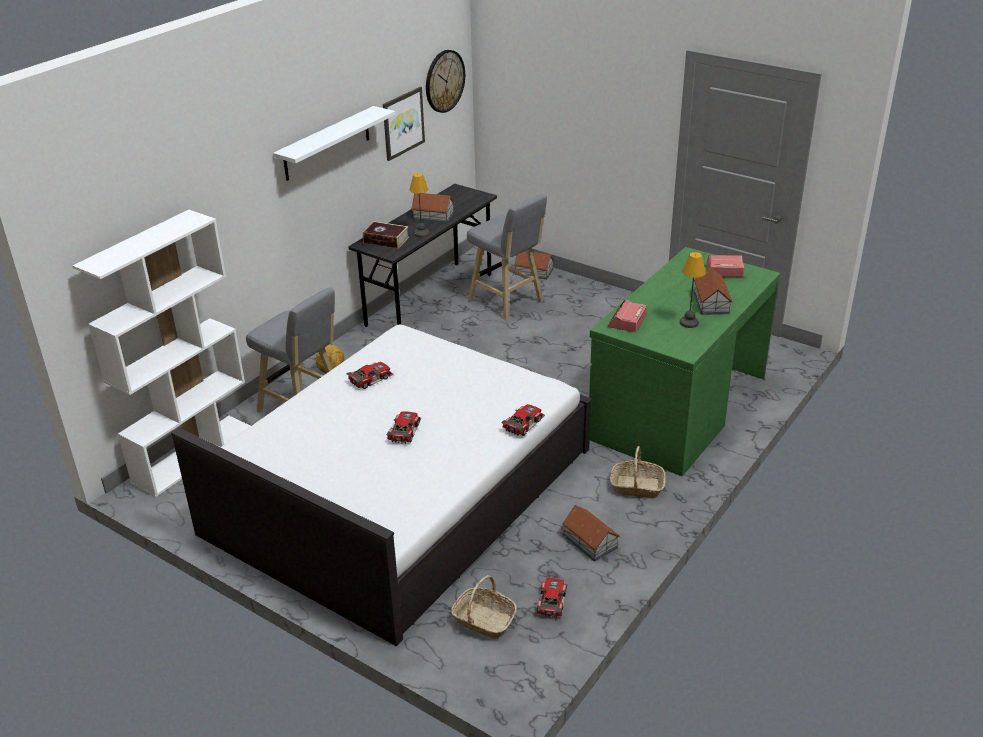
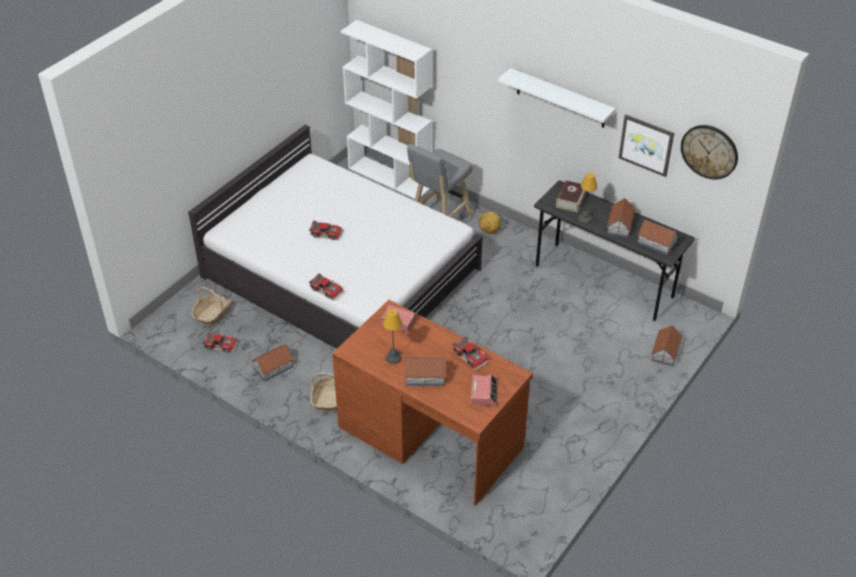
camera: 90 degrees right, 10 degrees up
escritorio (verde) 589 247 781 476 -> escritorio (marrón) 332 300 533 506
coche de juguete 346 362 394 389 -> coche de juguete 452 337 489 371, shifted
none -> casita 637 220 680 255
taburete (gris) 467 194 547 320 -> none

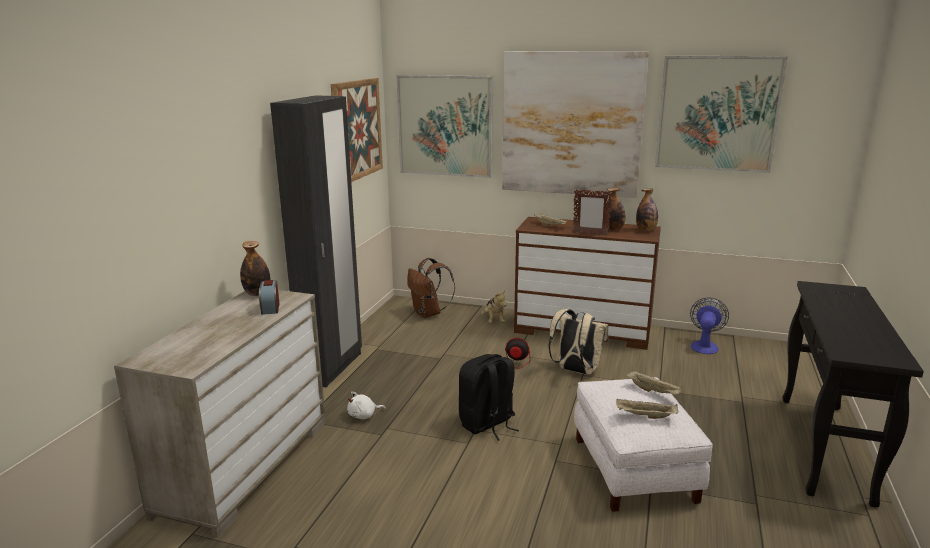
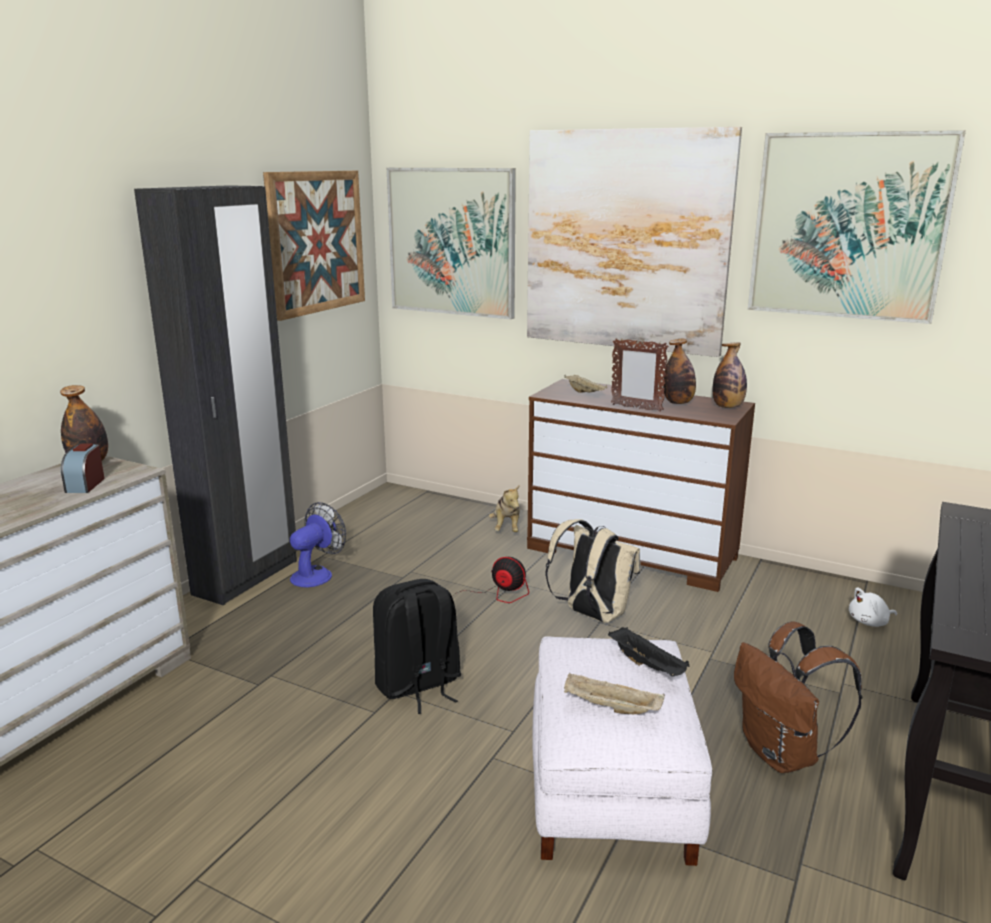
camera: 10 degrees right, 0 degrees up
ventilador 690 298 729 354 -> ventilador 290 502 346 588, shifted
bandeja (beis) 626 370 682 395 -> bandeja (negro) 608 627 689 677
mochila (marrón) 407 258 455 318 -> mochila (marrón) 734 621 862 773, shifted
peluche (blanco) 347 392 386 419 -> peluche (blanco) 849 588 897 627, shifted

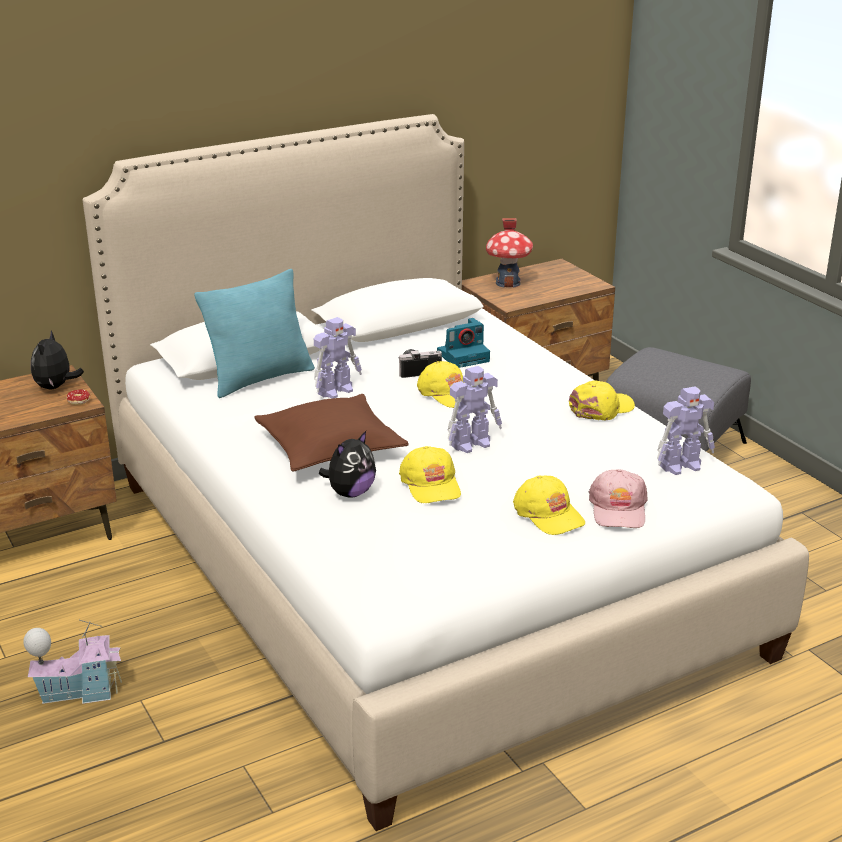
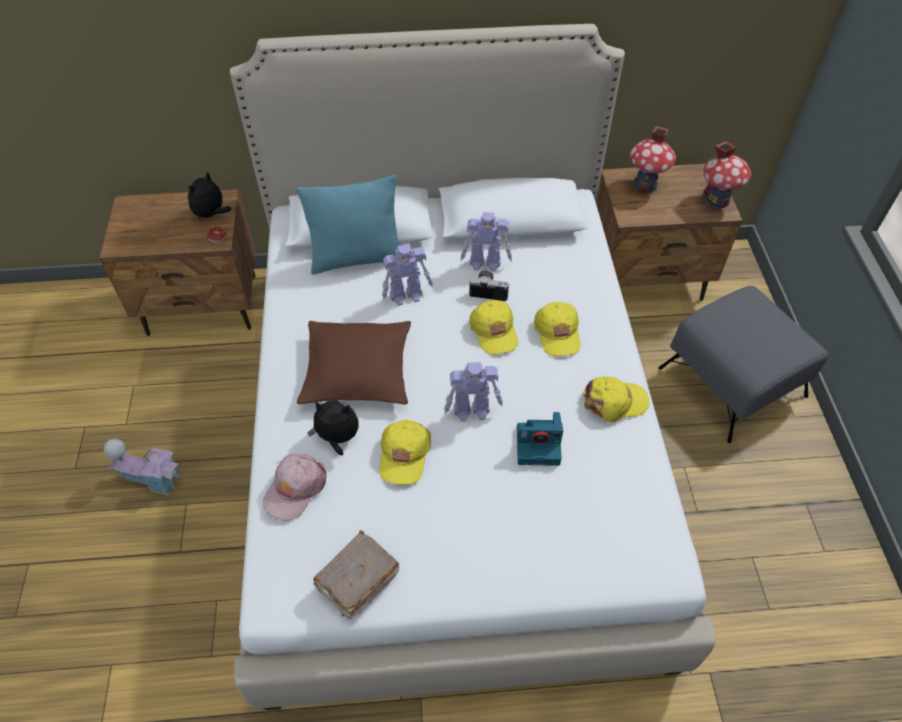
camera: 25 degrees right, 25 degrees up
gorra (rosa) 589 469 647 528 -> gorra (rosa) 262 454 327 521, shifted
peluche 319 431 376 498 -> peluche 307 400 359 456, 150 degrees counterclockwise
none -> libro (marrón) 313 530 400 620
robot de juguete 657 386 715 475 -> robot de juguete 461 212 512 272, shifted
cámara 437 318 490 368 -> cámara 517 412 563 466, shifted
gorra (amarillo) 513 475 585 535 -> gorra (amarillo) 534 302 580 356, shifted
none -> casita 703 141 751 209

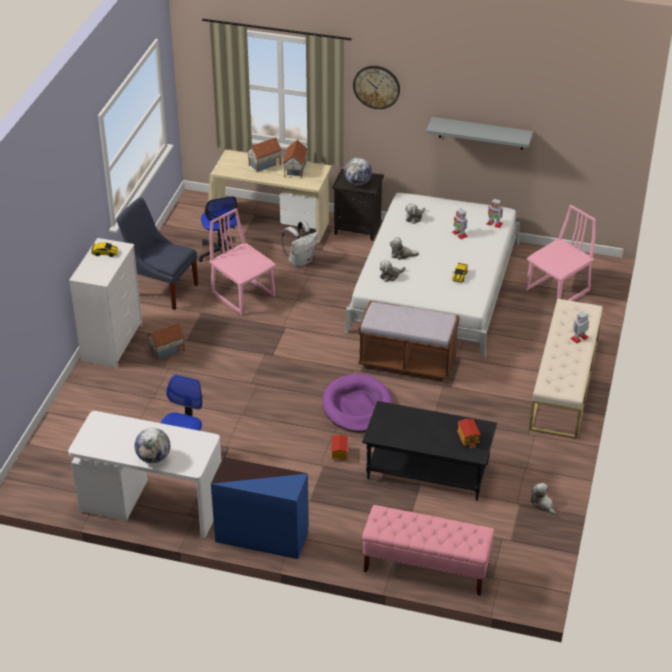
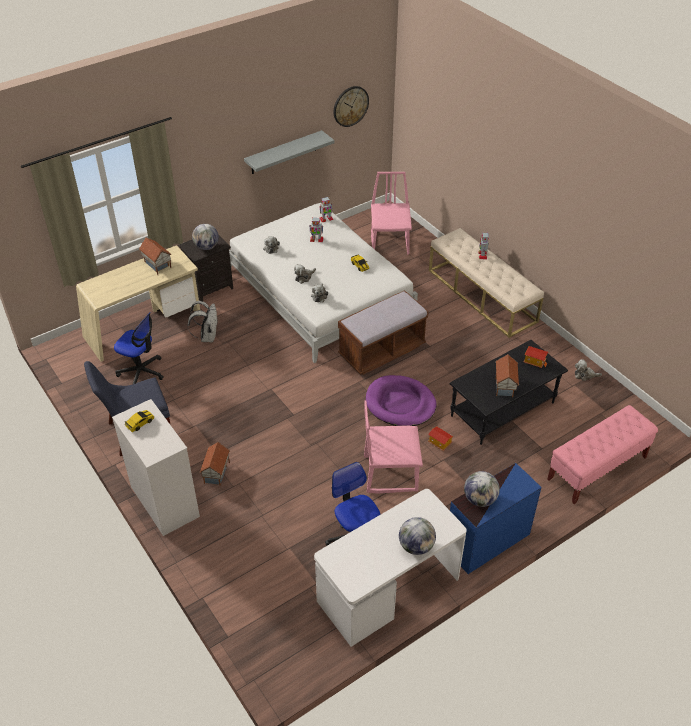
camera: 50 degrees left, 5 degrees up
reloj de pared 353 66 400 109 -> reloj de pared 334 86 369 127, shifted
silla (rosa) 209 208 276 315 -> silla (rosa) 364 400 423 494, shifted
none -> globo terráqueo 464 471 500 507
casita 246 137 282 172 -> casita 495 354 519 397, shifted

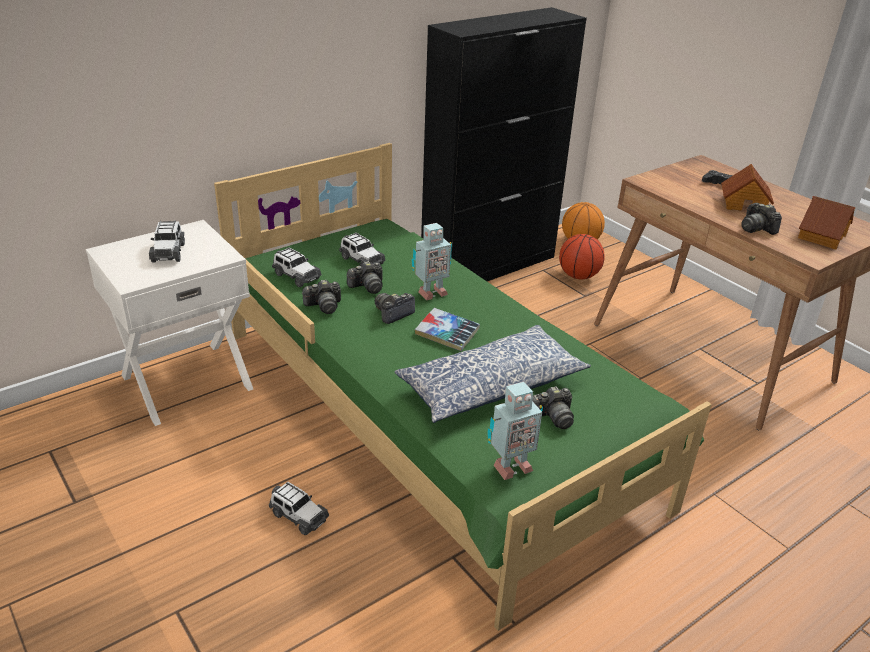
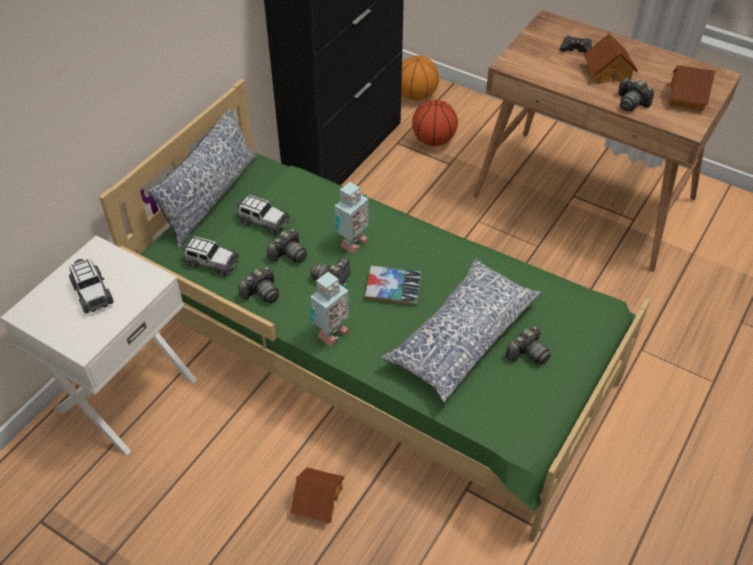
camera: 20 degrees left, 15 degrees up
none -> cojín 148 109 257 249
coche de juguete 269 482 329 535 -> casita 291 468 344 523
robot de juguete 488 382 543 480 -> robot de juguete 310 272 350 347, shifted

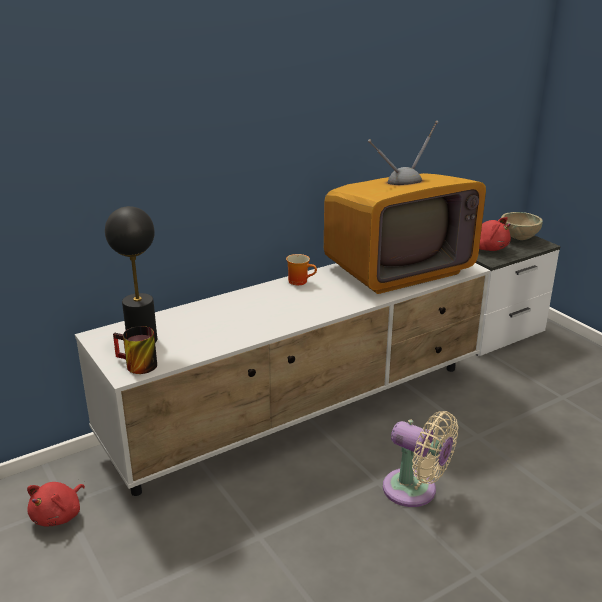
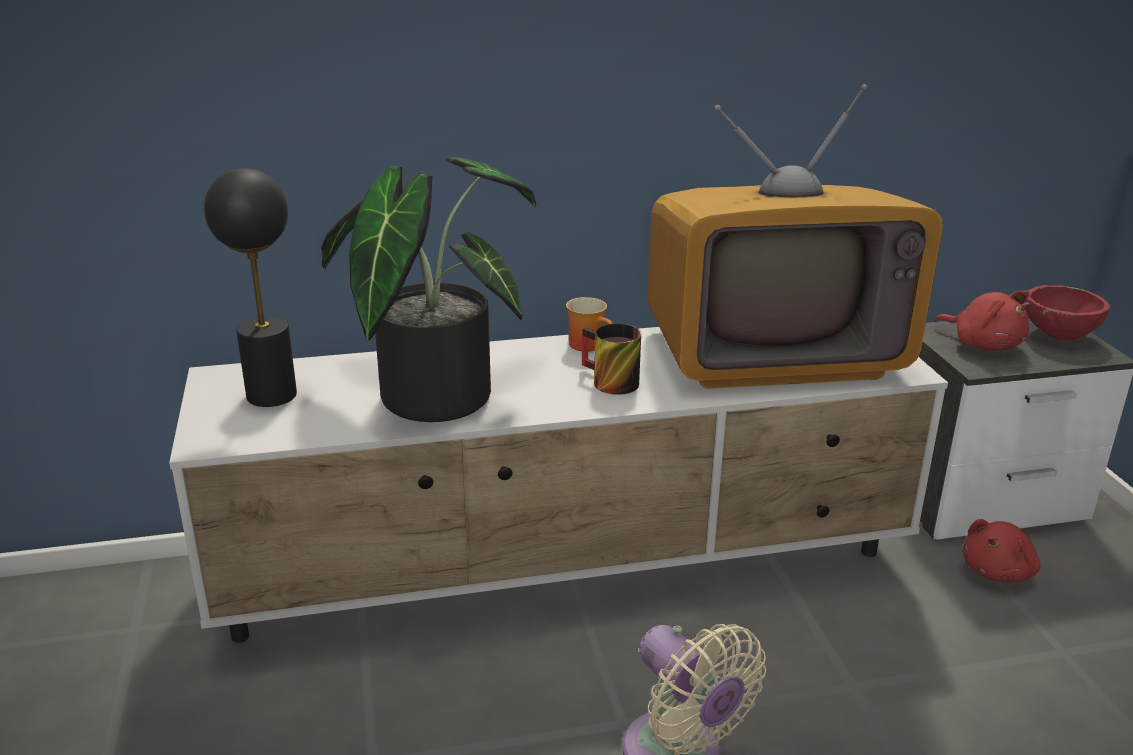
camera: 20 degrees right, 0 degrees up
none -> planta en maceta 321 157 536 422
taza grande 113 326 157 374 -> taza grande 582 323 641 395, shifted
peluche (rojo) 27 482 85 527 -> peluche (rojo) 962 519 1041 583, shifted
cuenco (beis) 501 212 543 240 -> cuenco (rojo) 1025 285 1110 340

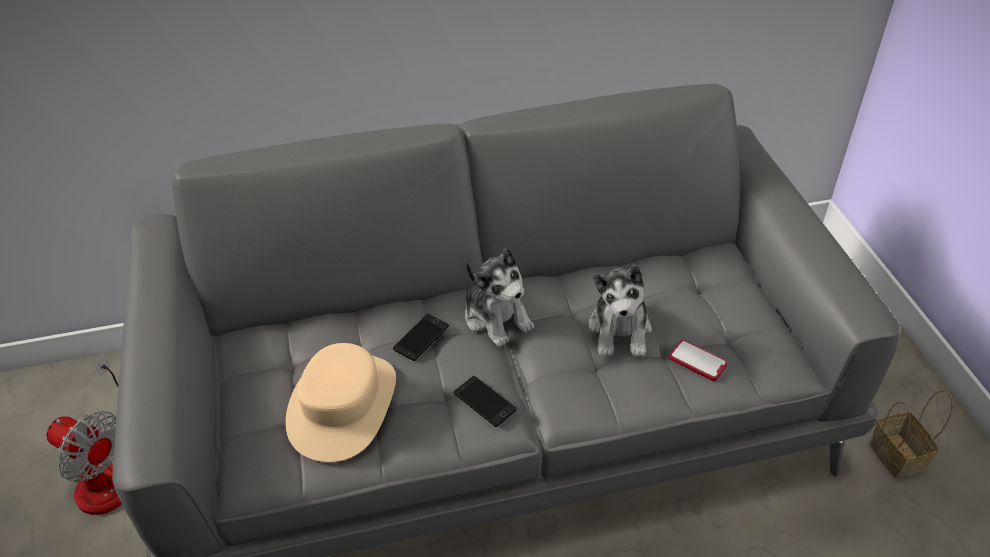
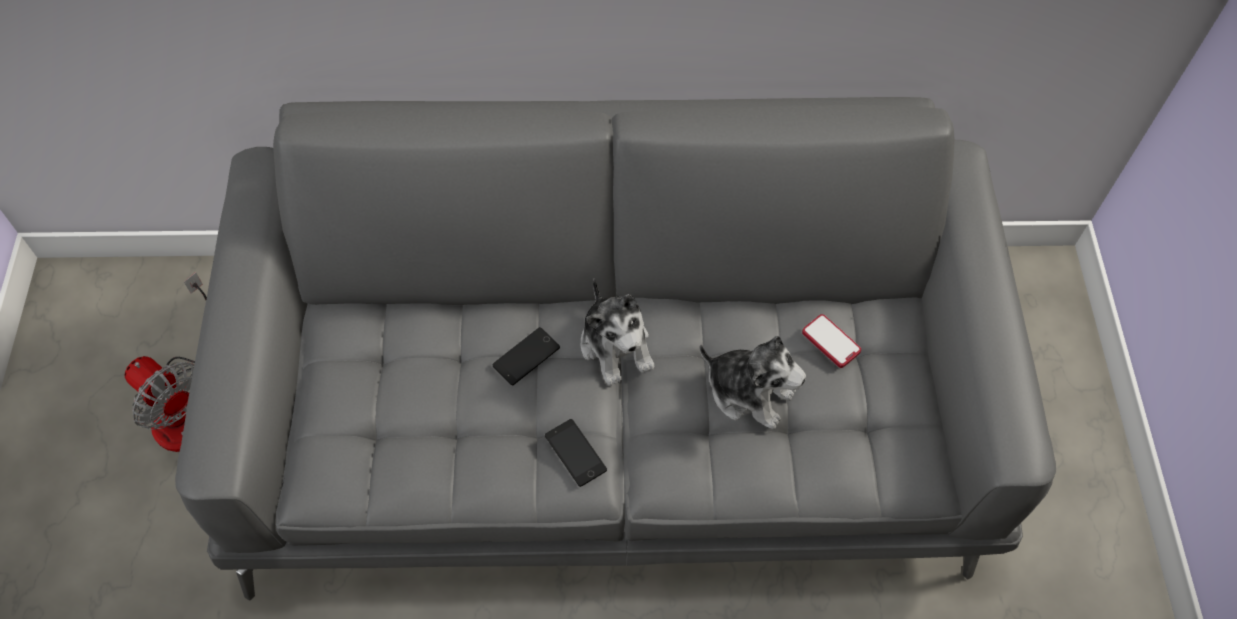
camera: 10 degrees right, 15 degrees up
peluche 588 264 652 357 -> peluche 699 336 806 430, 75 degrees counterclockwise
móvil 669 340 727 381 -> móvil 802 314 861 368, shifted
sombrero (beis) 285 343 396 463 -> none
cesta 870 390 953 479 -> none

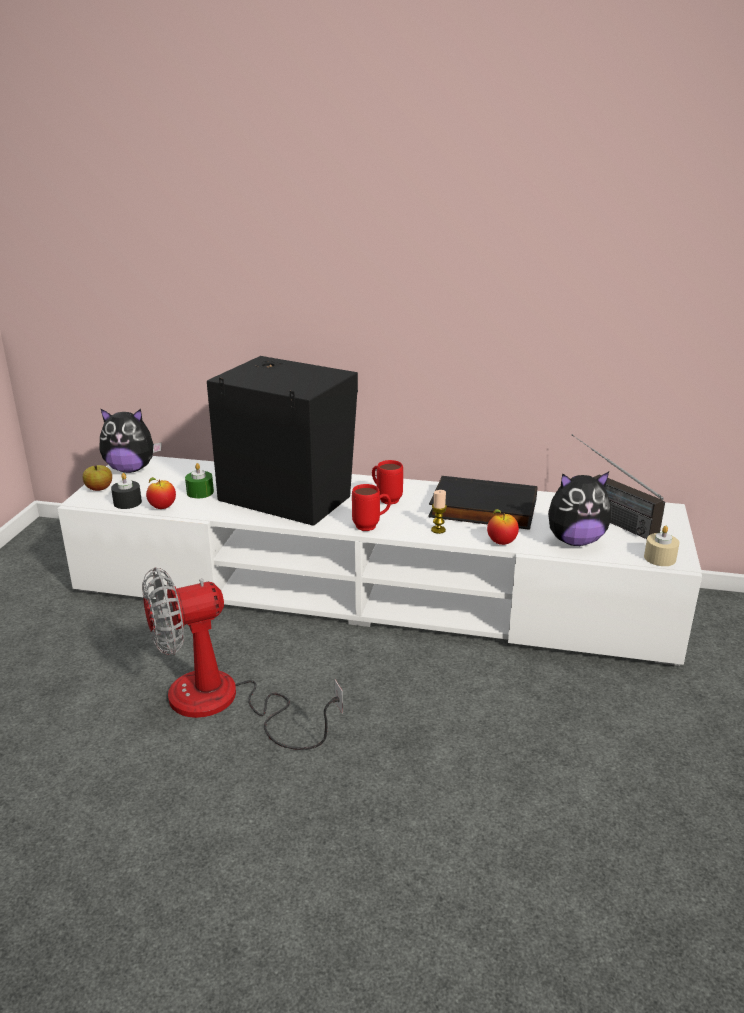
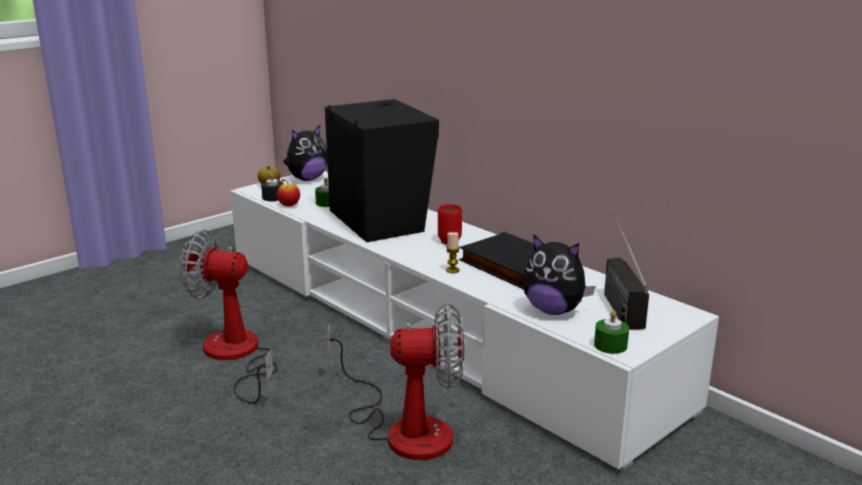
camera: 35 degrees right, 5 degrees down
peluche 100 408 162 473 -> peluche 283 125 327 181, 75 degrees counterclockwise
none -> ventilador 328 303 464 460
vela (beis) 644 526 679 566 -> vela (verde) 594 310 629 354
taza grande (rojo) 352 484 391 531 -> none
manzana 487 509 519 545 -> none

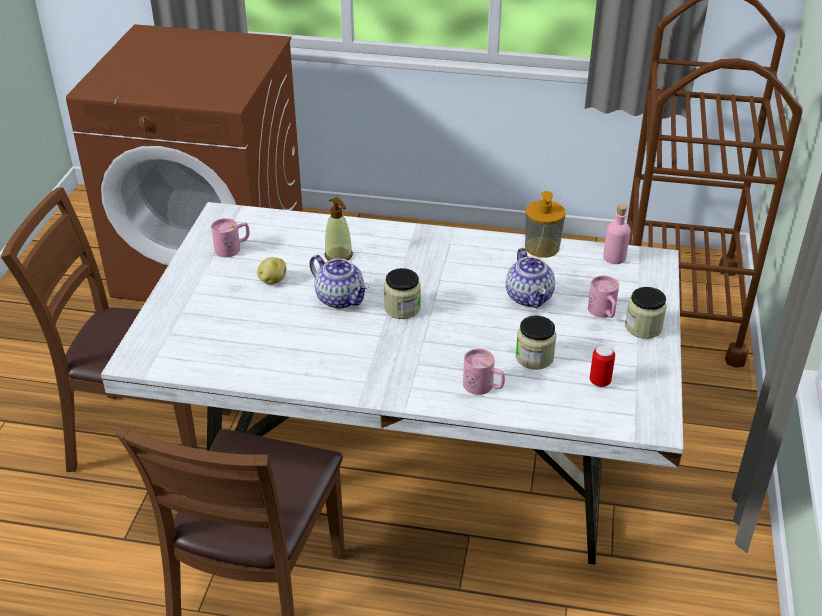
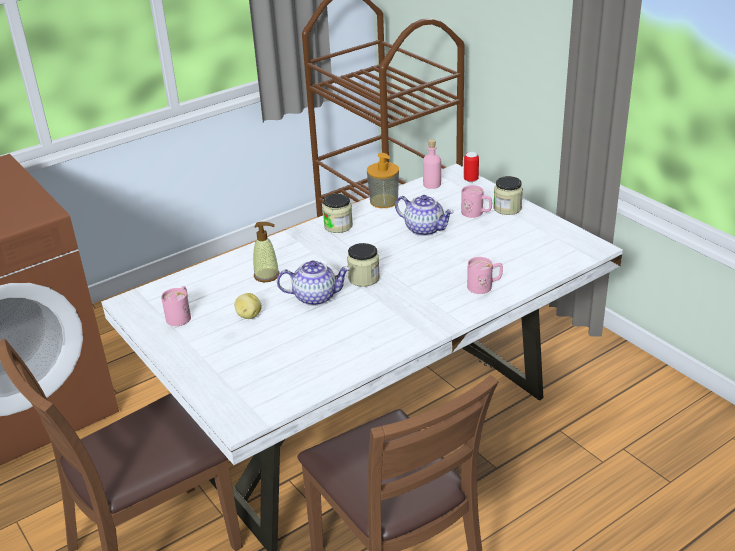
camera: 45 degrees left, 5 degrees down
tarro 516 316 557 369 -> tarro 323 194 353 233, shifted
lata 590 345 615 387 -> lata 464 152 479 182, shifted

